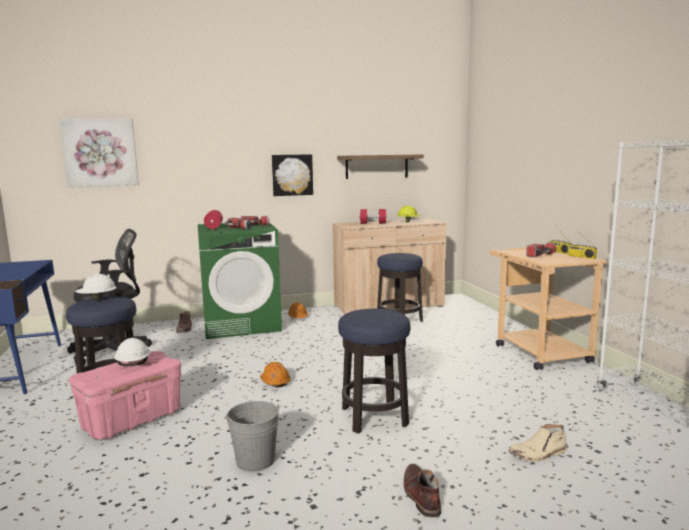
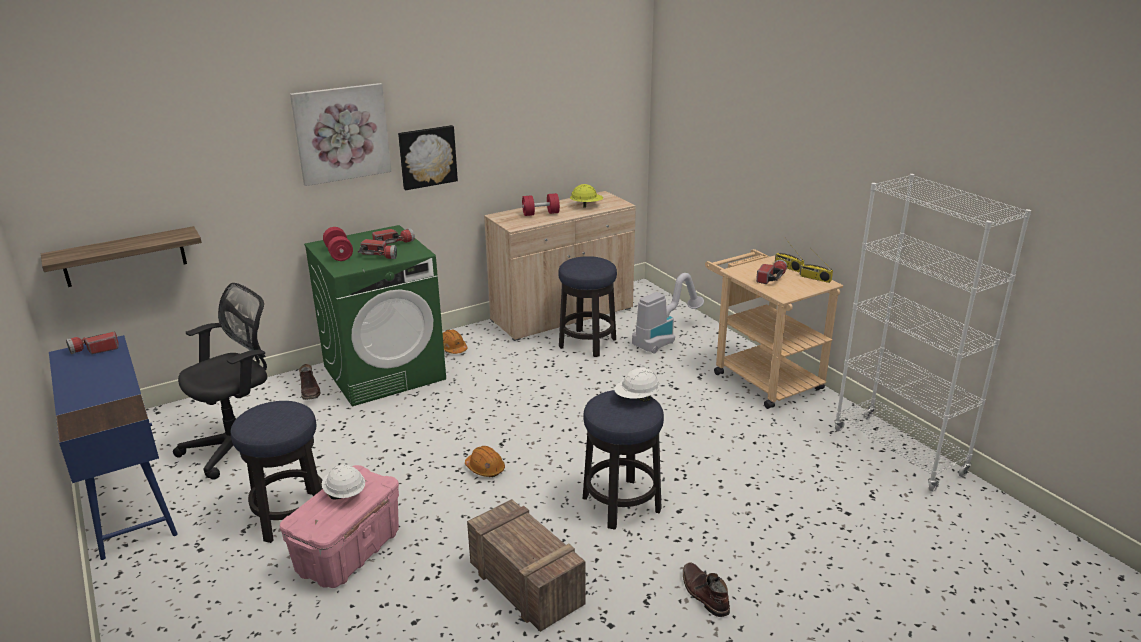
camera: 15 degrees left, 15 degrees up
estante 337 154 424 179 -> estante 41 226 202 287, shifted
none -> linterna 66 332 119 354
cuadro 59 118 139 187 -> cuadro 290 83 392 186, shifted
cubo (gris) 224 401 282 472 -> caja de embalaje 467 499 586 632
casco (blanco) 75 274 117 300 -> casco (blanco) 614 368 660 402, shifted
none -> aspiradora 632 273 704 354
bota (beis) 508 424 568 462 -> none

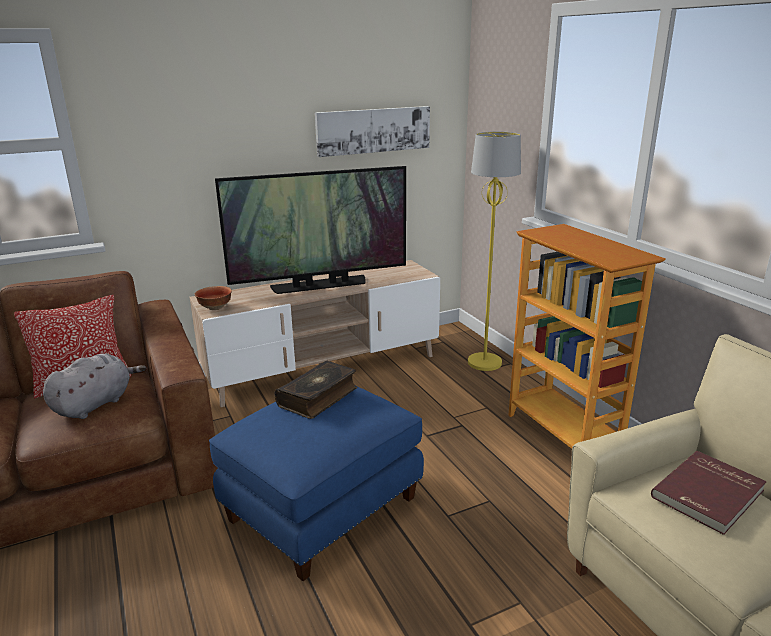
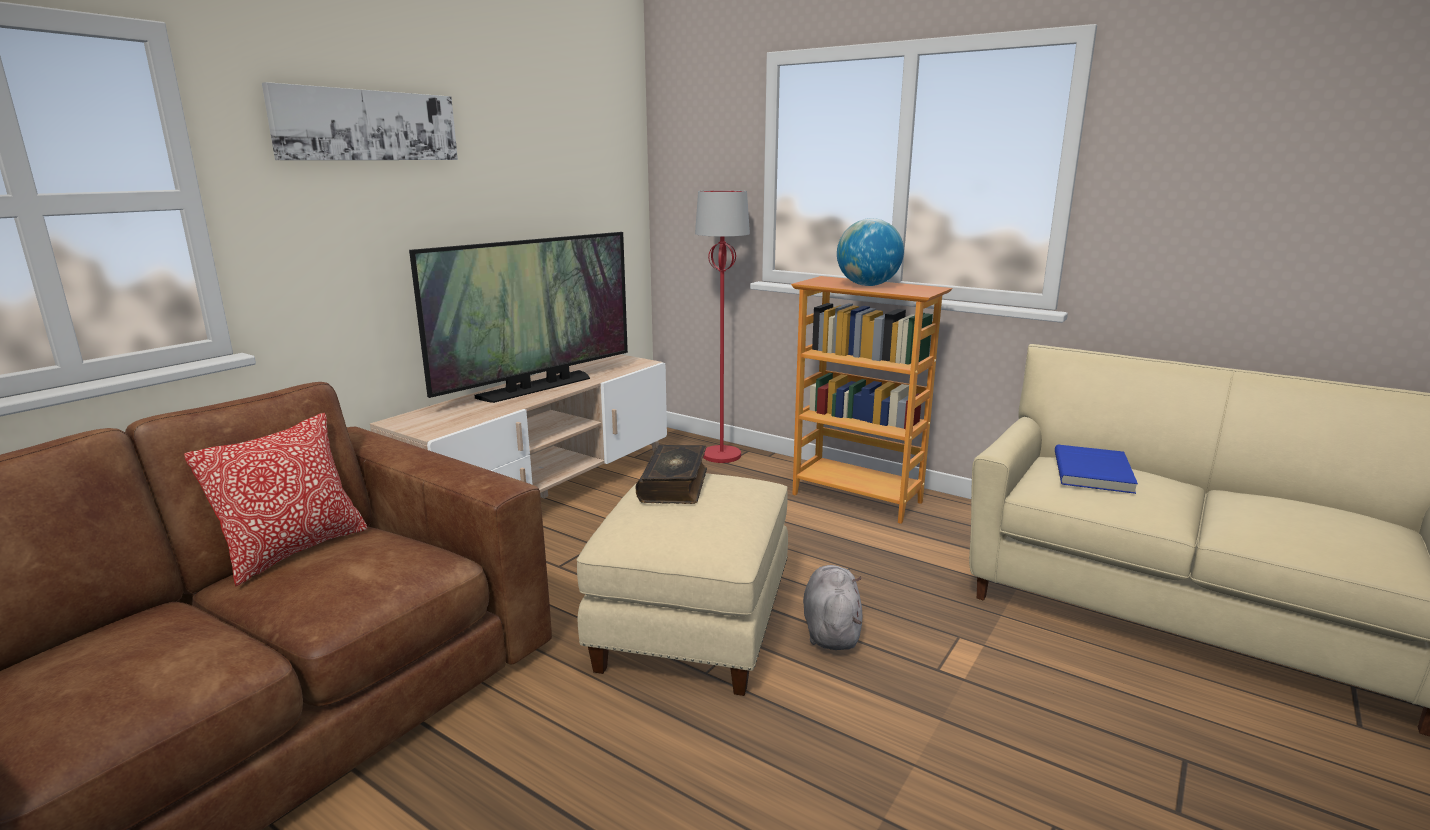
camera: 30 degrees left, 5 degrees down
cuadro 315 106 430 157 -> cuadro 262 82 458 160, shifted
puf (azul) 209 386 424 581 -> puf (beis) 577 473 788 696
lámpara de pie (amarillo) 468 132 521 371 -> lámpara de pie (rojo) 695 190 750 463
peluche (gris) 43 354 146 419 -> peluche (gris) 803 565 862 650, shifted
none -> globo terráqueo 837 218 904 286
libro (rojo) 651 451 767 535 -> libro (azul) 1055 444 1138 494
cuenco 195 286 232 310 -> none

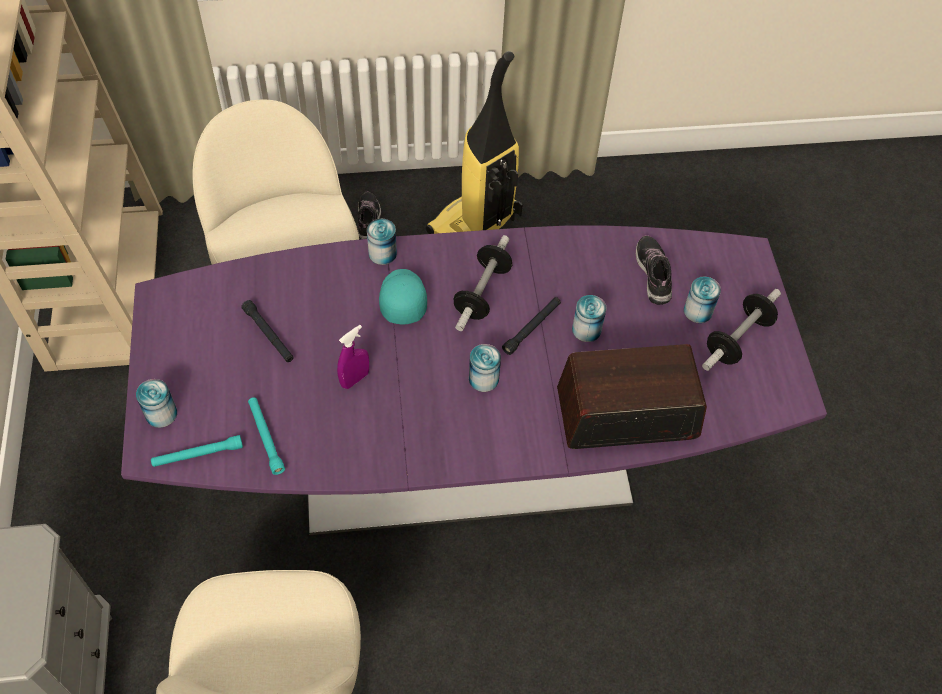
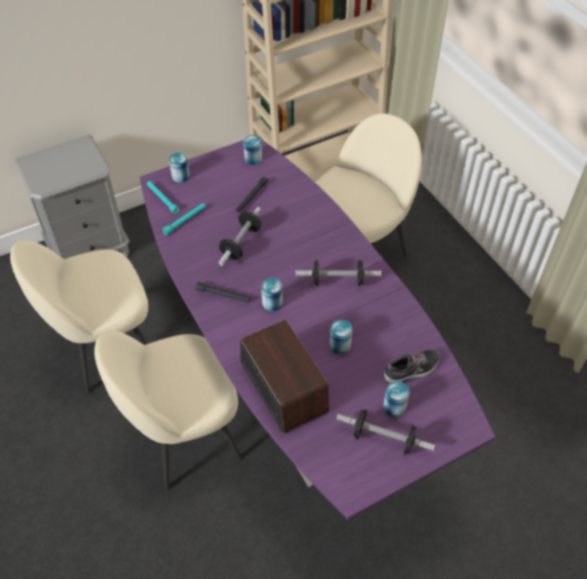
camera: 70 degrees right, 5 degrees down
none -> silla (beis) 94 331 242 490
linterna (negro) 502 297 561 355 -> linterna (negro) 195 282 251 303, shifted
pulverizador (morado) 337 325 369 389 -> mancuerna 218 207 261 266
lata 367 219 397 265 -> lata 244 135 262 165, shifted
zapato 358 192 381 240 -> none
gorra (turquesa) 379 269 427 325 -> none
aspiradora 426 51 523 234 -> none

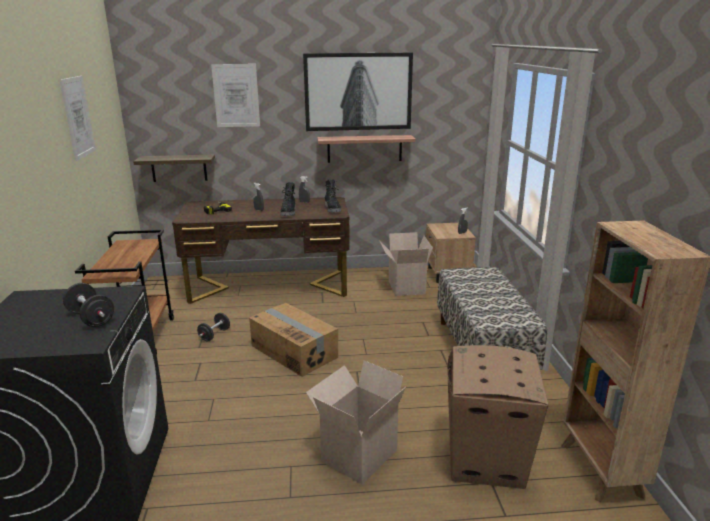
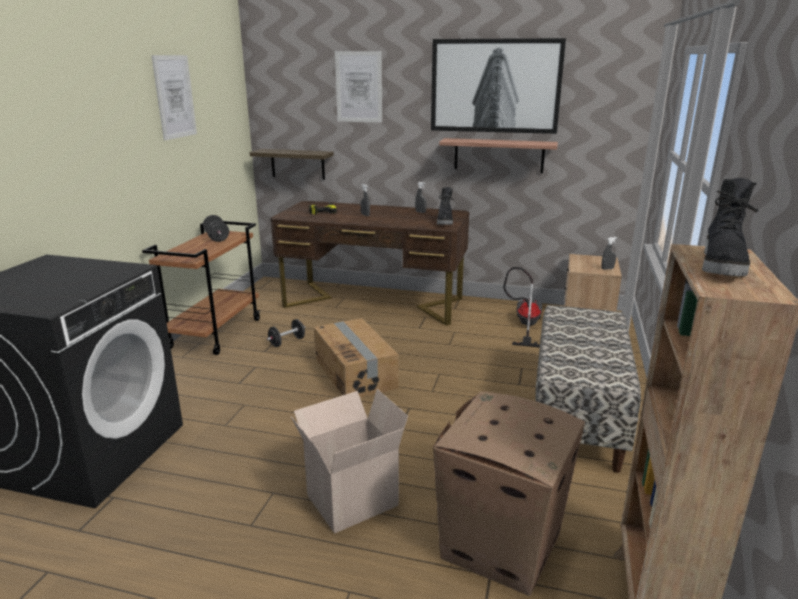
camera: 20 degrees right, 0 degrees up
mancuerna (negro) 63 283 114 327 -> mancuerna (negro) 203 215 229 242, shifted
caja de cartón 380 232 433 296 -> aspiradora 503 267 542 348
bota (negro) 280 182 296 216 -> bota (negro) 702 178 759 276, shifted

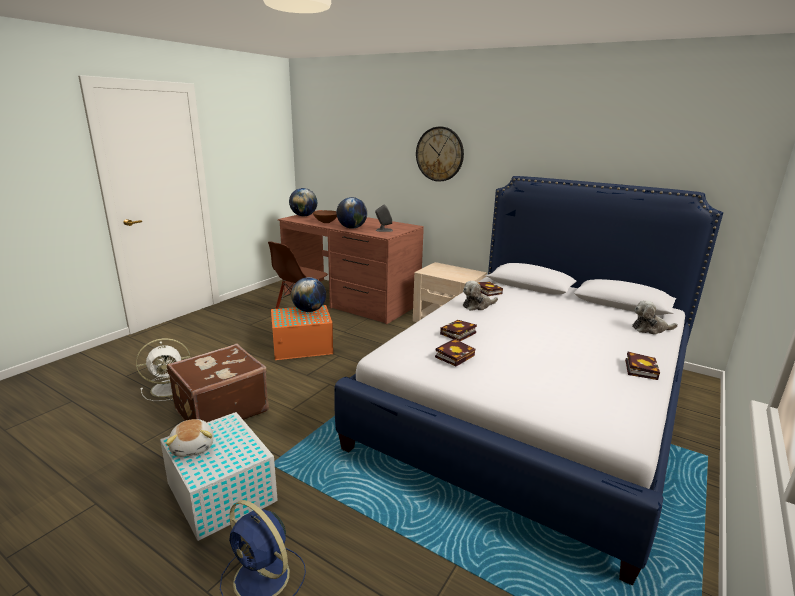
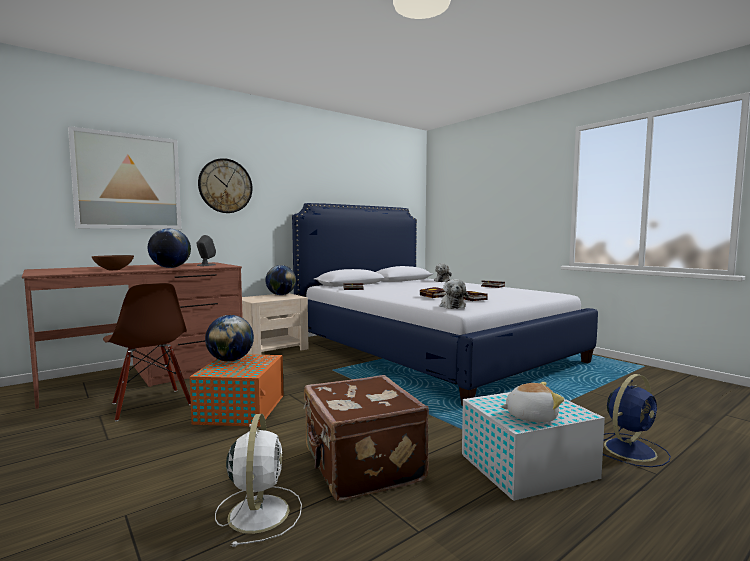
camera: 70 degrees left, 15 degrees down
none -> cuadro 68 126 181 229
globo terráqueo 289 188 317 216 -> globo terráqueo 265 265 296 295, shifted
peluche 463 281 498 311 -> peluche 440 279 469 309, shifted

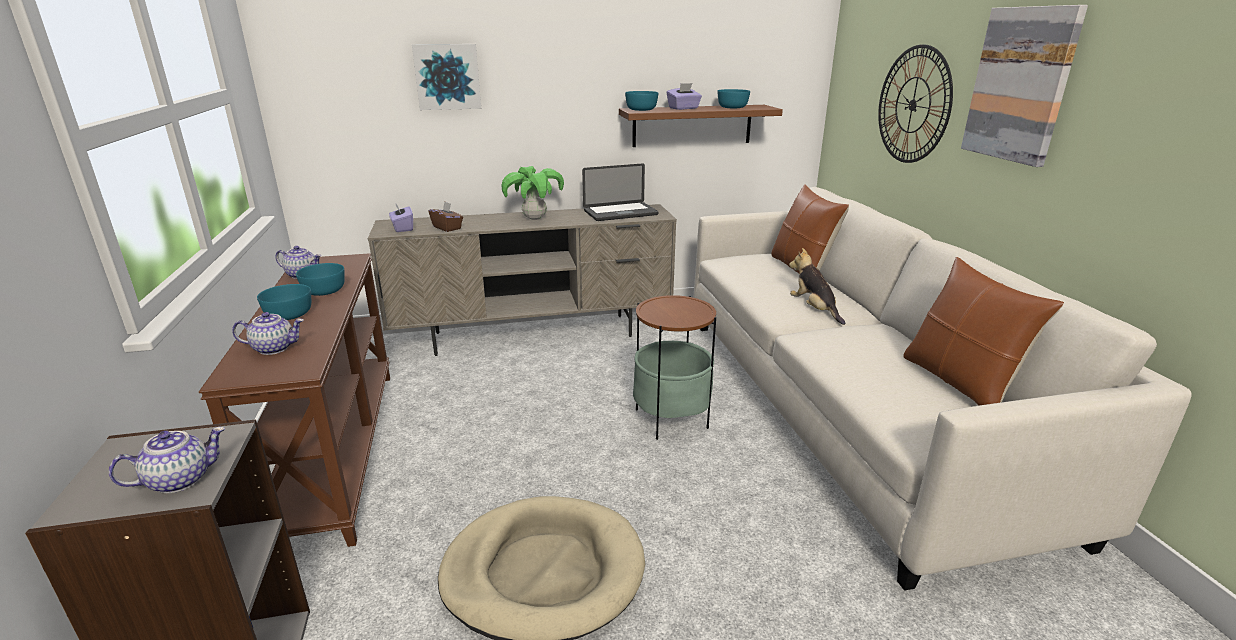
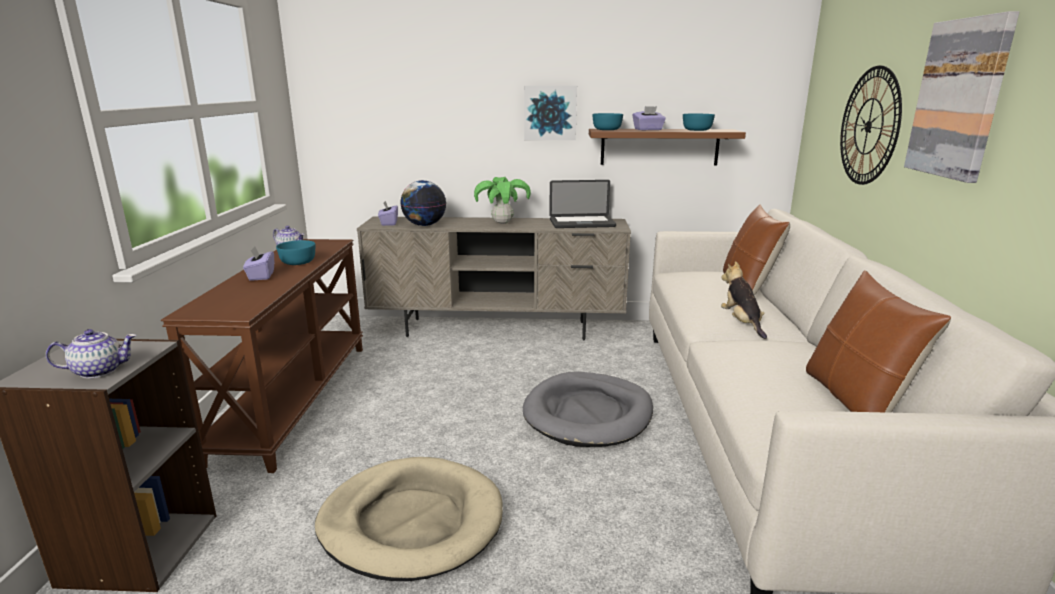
camera: 15 degrees right, 5 degrees down
cuenco (turquesa) 257 284 311 320 -> caja de pañuelos (morado) 243 247 274 281
caja de pañuelos (marrón) 429 202 463 232 -> globo terráqueo 400 180 446 226
mesa auxiliar 633 295 716 440 -> cama para perro (gris) 523 372 653 447
cuadro 412 44 481 110 -> cuadro 524 86 577 140, shifted
tetera 232 312 304 355 -> none

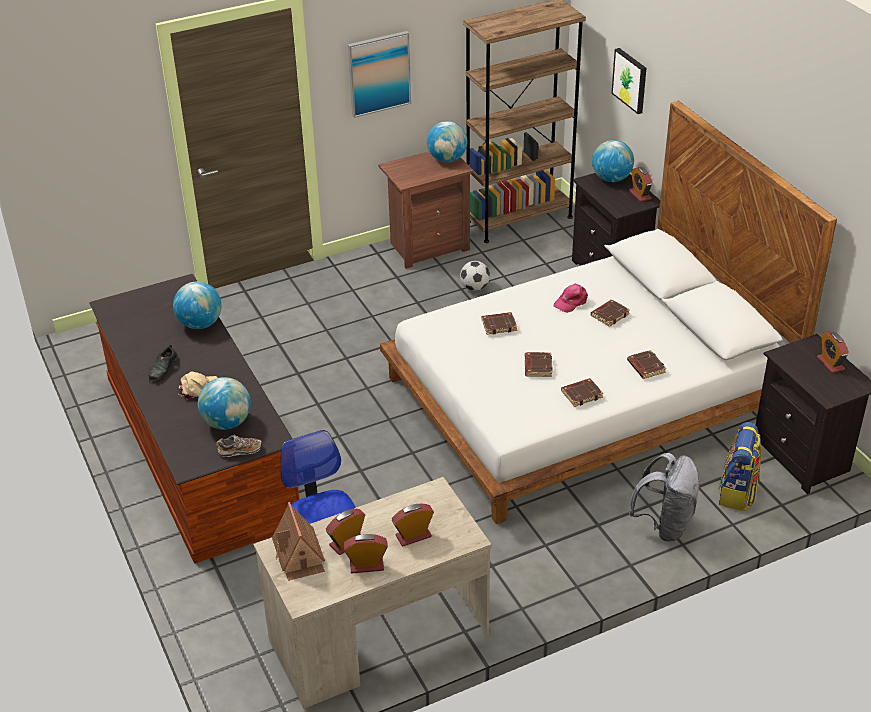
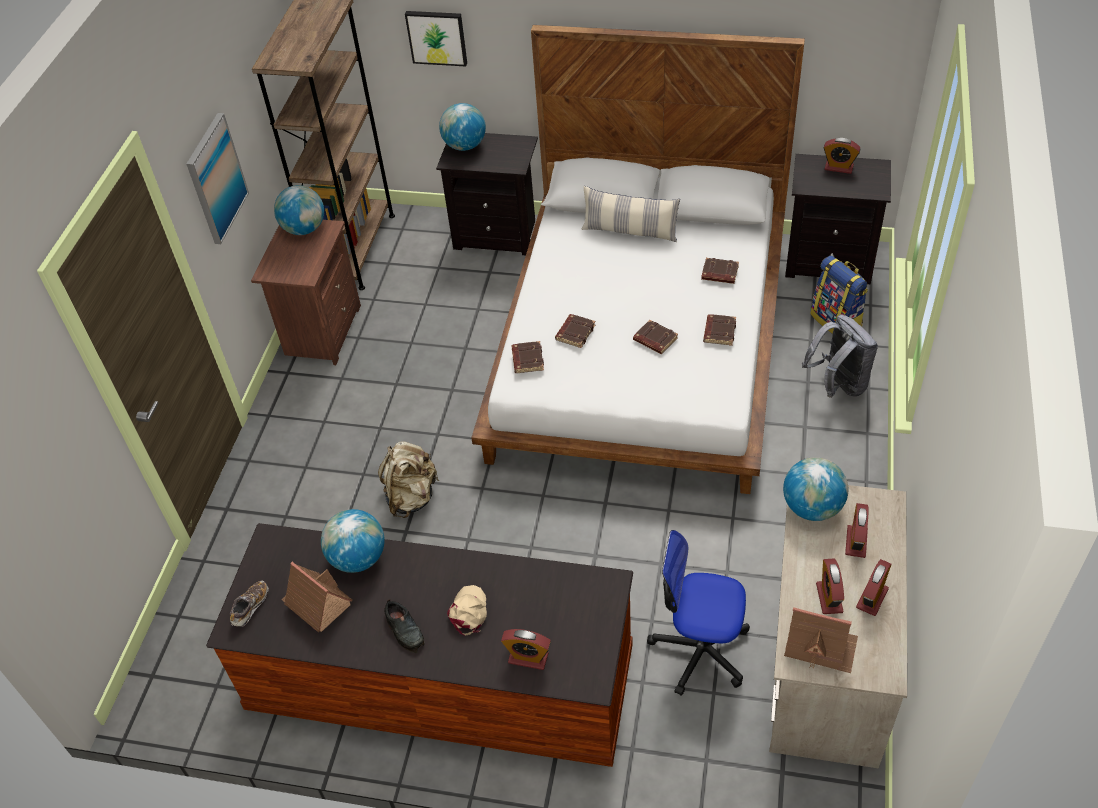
camera: 50 degrees left, 10 degrees up
zapato 216 435 262 457 -> zapato 230 580 269 627, shifted
none -> casita 281 562 353 632
none -> mochila (beis) 378 441 439 518
despertador 629 167 653 202 -> despertador 501 629 551 670, shifted
libro (marrón) 591 300 630 327 -> libro (marrón) 511 341 544 373, shifted
none -> cojín 582 186 680 242
globo terráqueo 198 377 251 430 -> globo terráqueo 783 457 848 521, shifted
balón de fútbol 460 261 490 291 -> none
gorra (rosa) 554 284 588 313 -> none

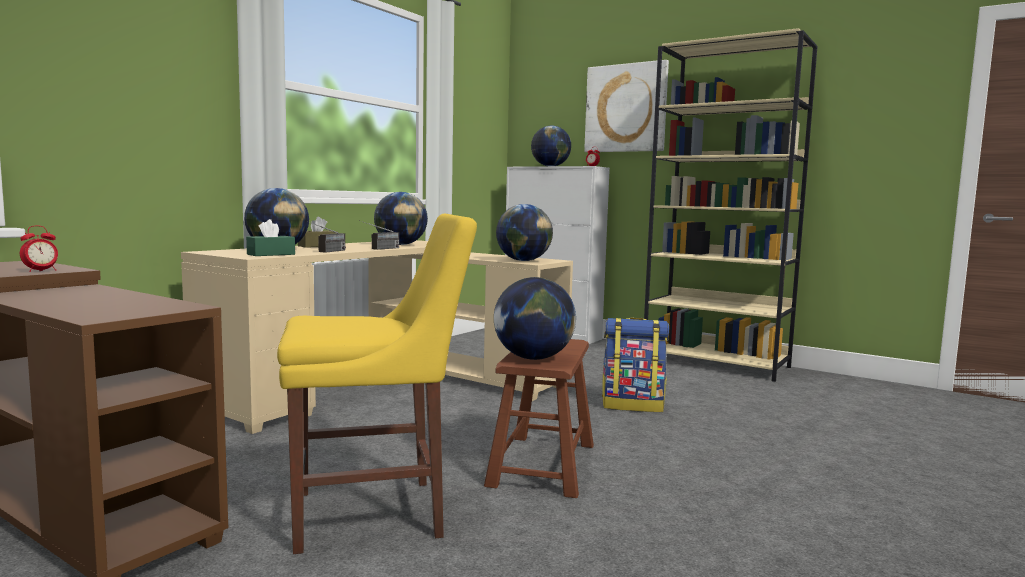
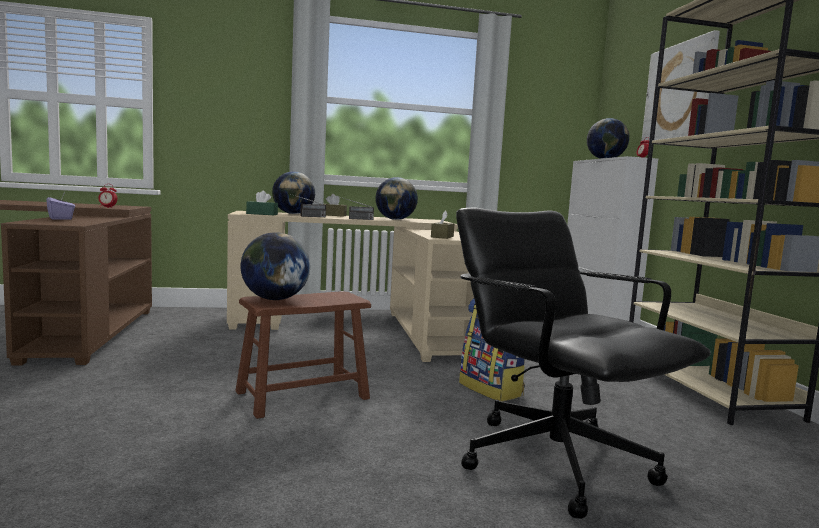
camera: 45 degrees right, 0 degrees up
none -> caja de pañuelos (morado) 46 192 75 220
globo terráqueo 496 204 553 261 -> caja de pañuelos (marrón) 431 210 454 239
none -> silla de oficina (negro) 456 208 711 519
silla (amarillo) 277 214 477 554 -> none

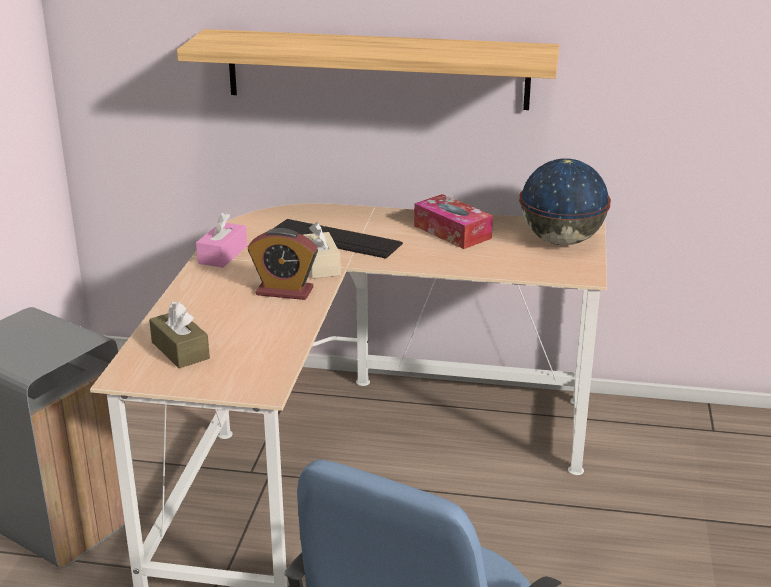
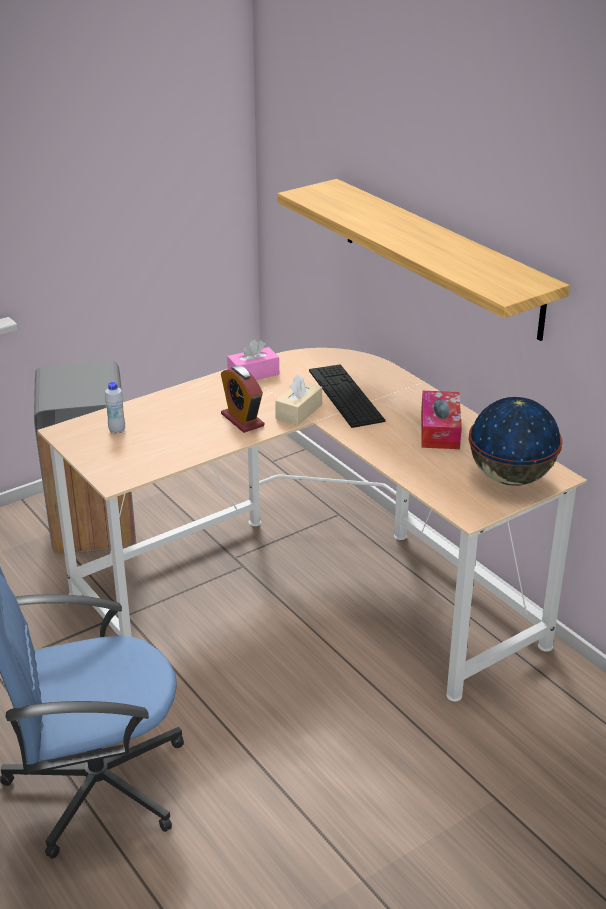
camera: 45 degrees right, 5 degrees up
caja de pañuelos (marrón) 149 301 210 368 -> botella (blanco) 105 382 125 434

